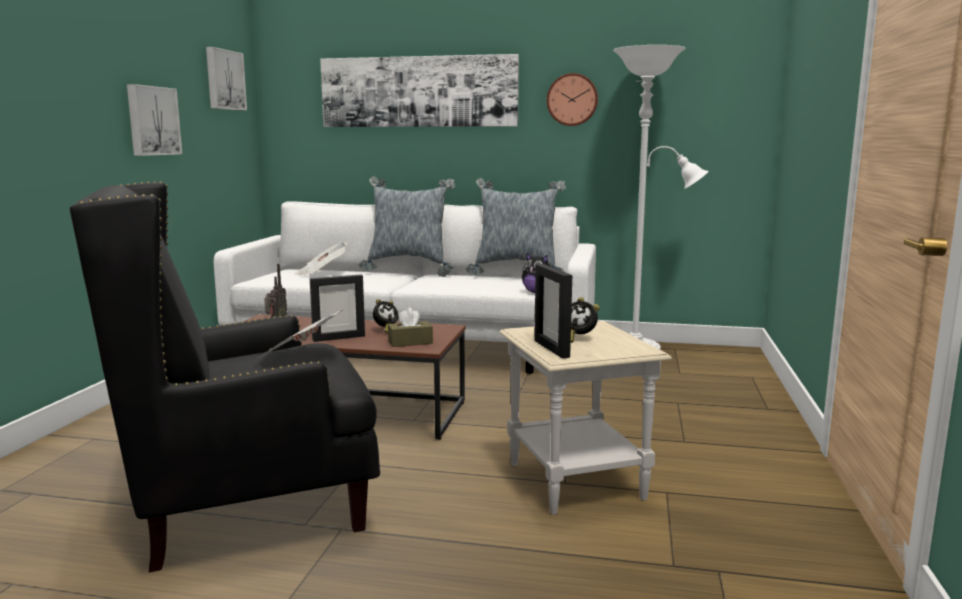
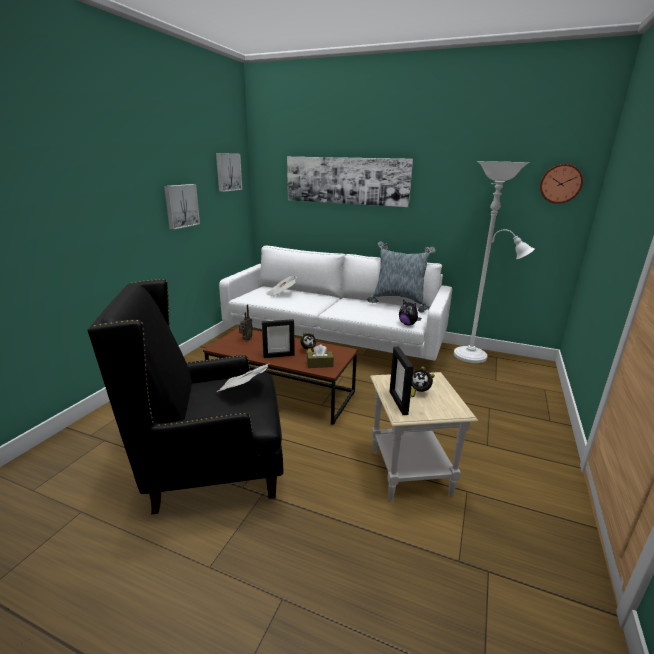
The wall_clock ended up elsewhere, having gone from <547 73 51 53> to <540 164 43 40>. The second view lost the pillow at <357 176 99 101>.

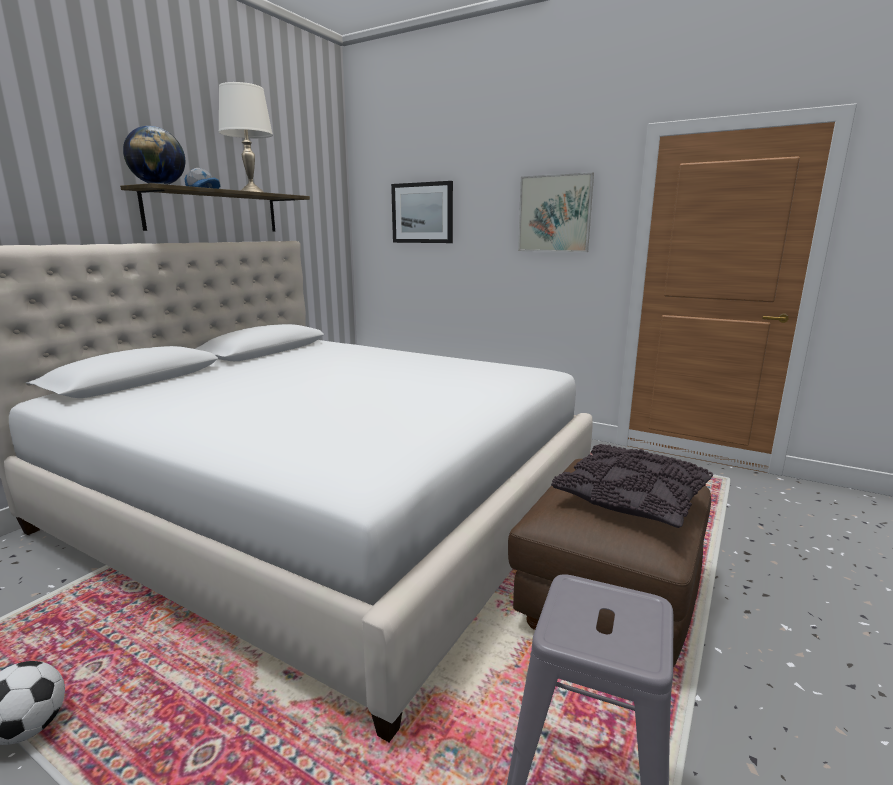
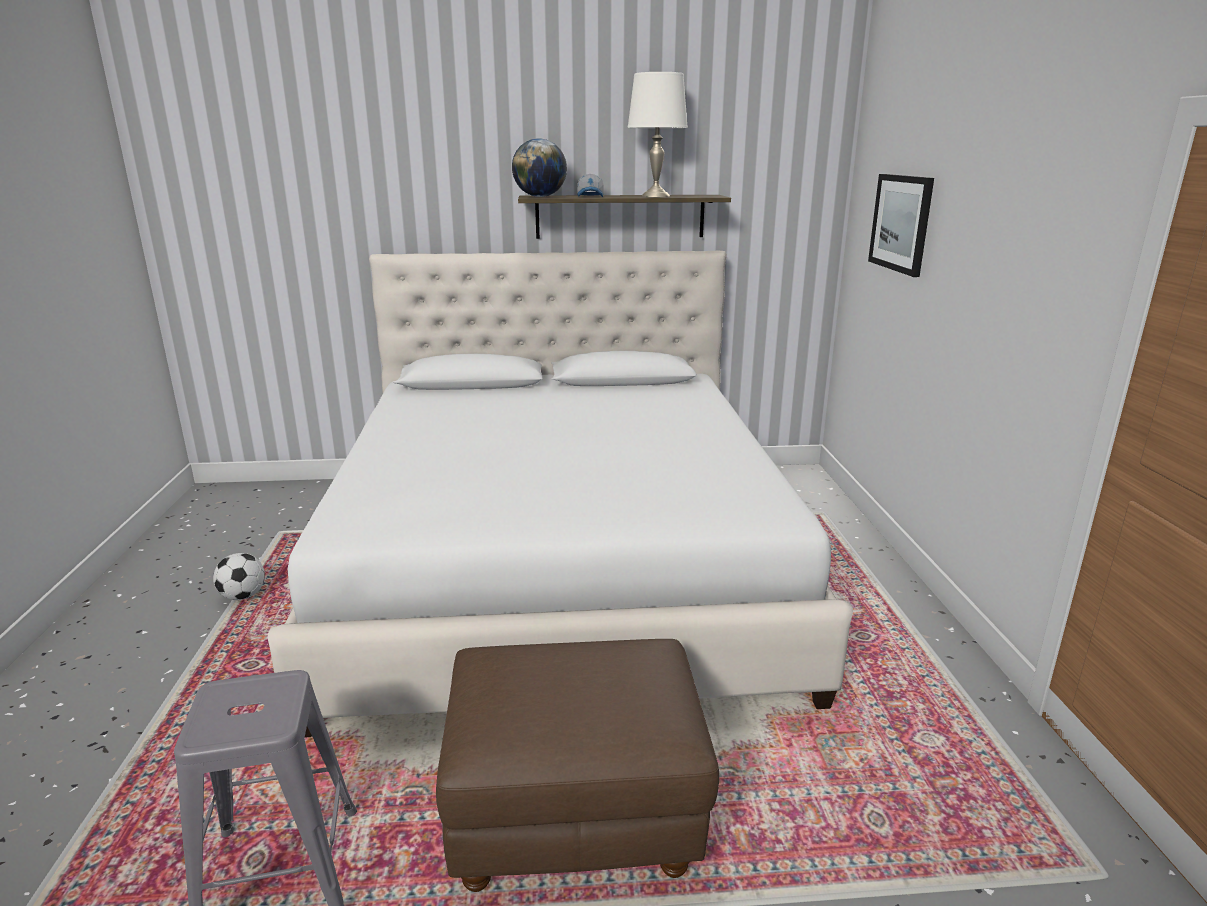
The second view lost the picture at <518 173 76 79>. The second view lost the black_pillow at <551 444 162 84>.

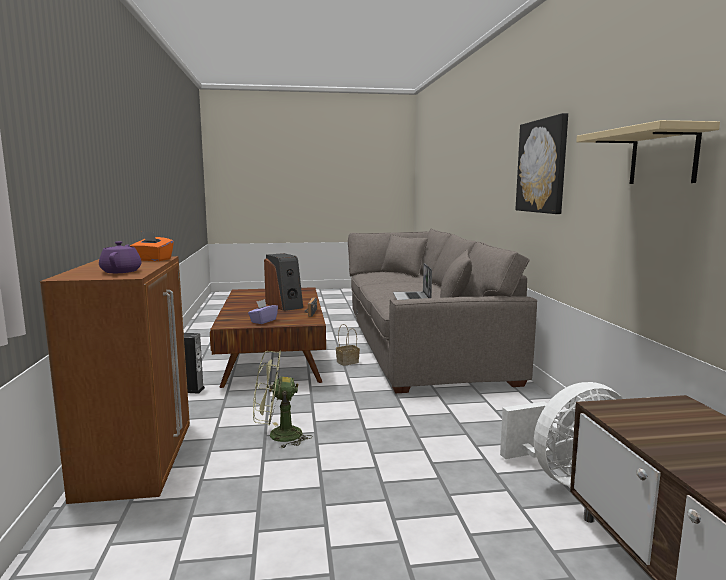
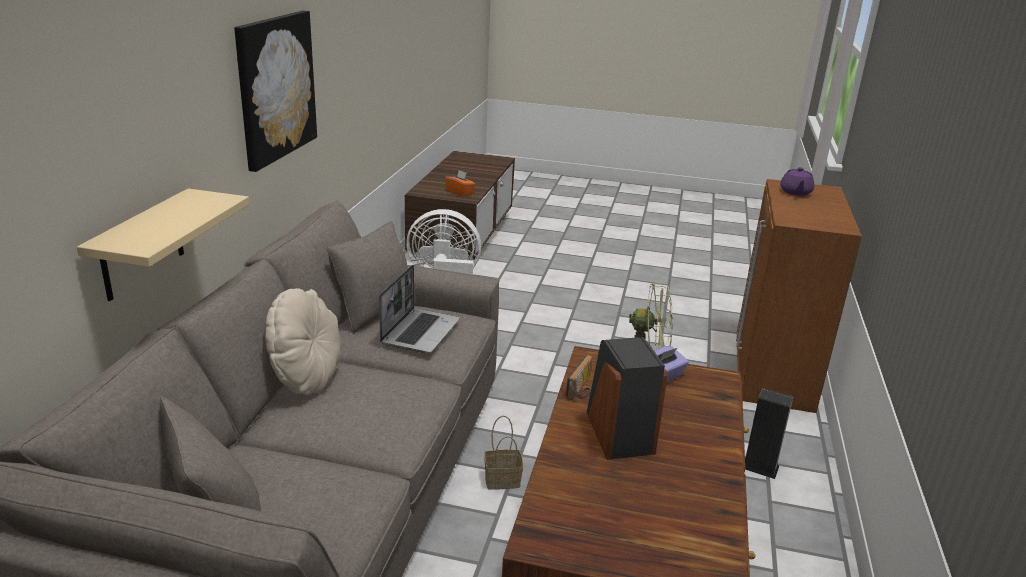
The beige_shelf ended up elsewhere, having gone from <576 120 144 64> to <77 188 172 113>. The orange_tissue_box ended up elsewhere, having gone from <130 232 44 29> to <445 170 31 26>. The second view gained the beige_pillow at <265 288 76 107>.

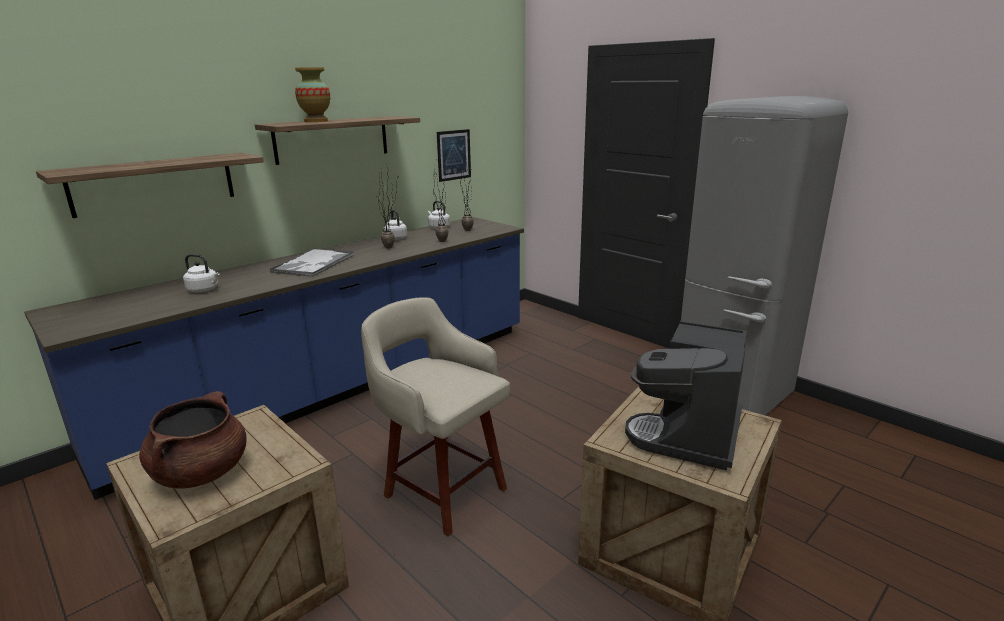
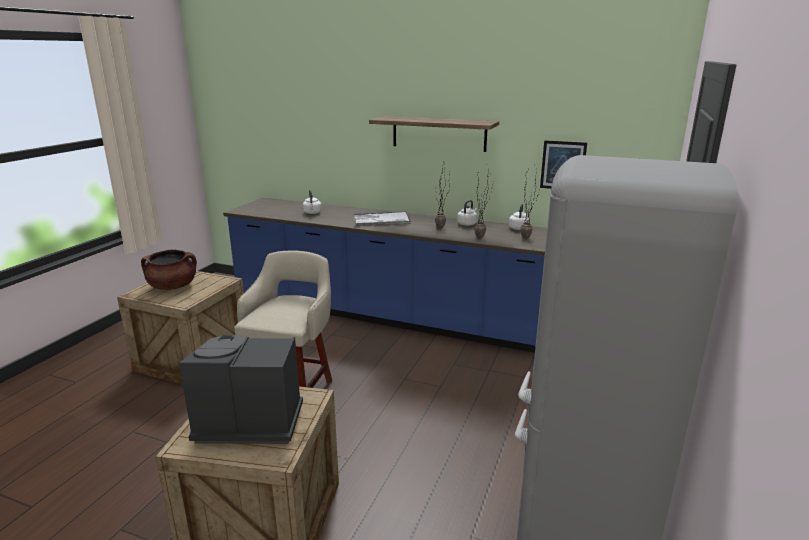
The second view lost the vase at <295 67 35 55>. The second view lost the shelf at <36 153 228 65>.

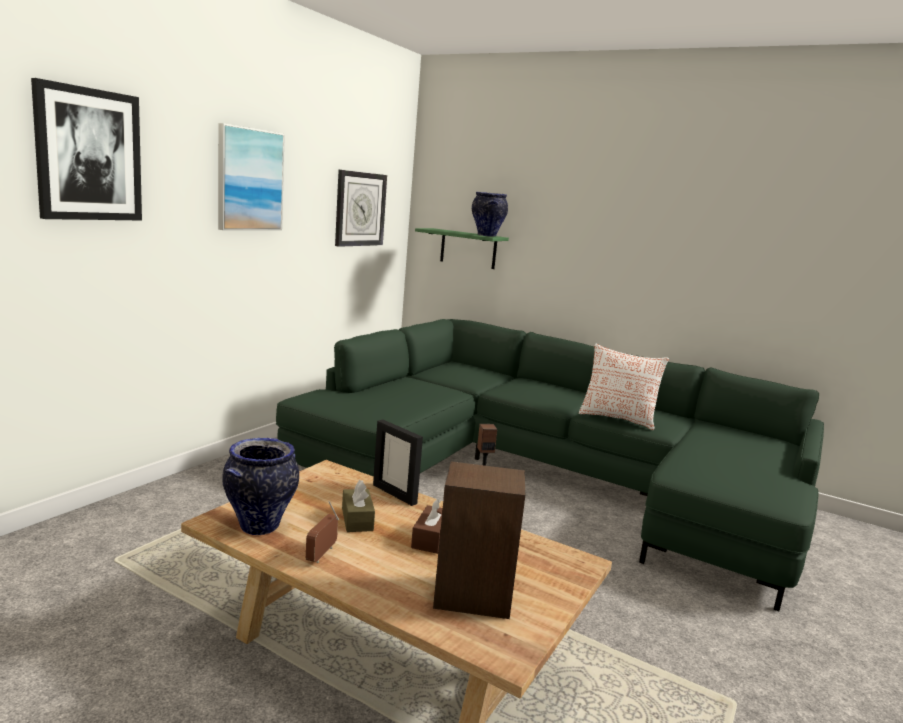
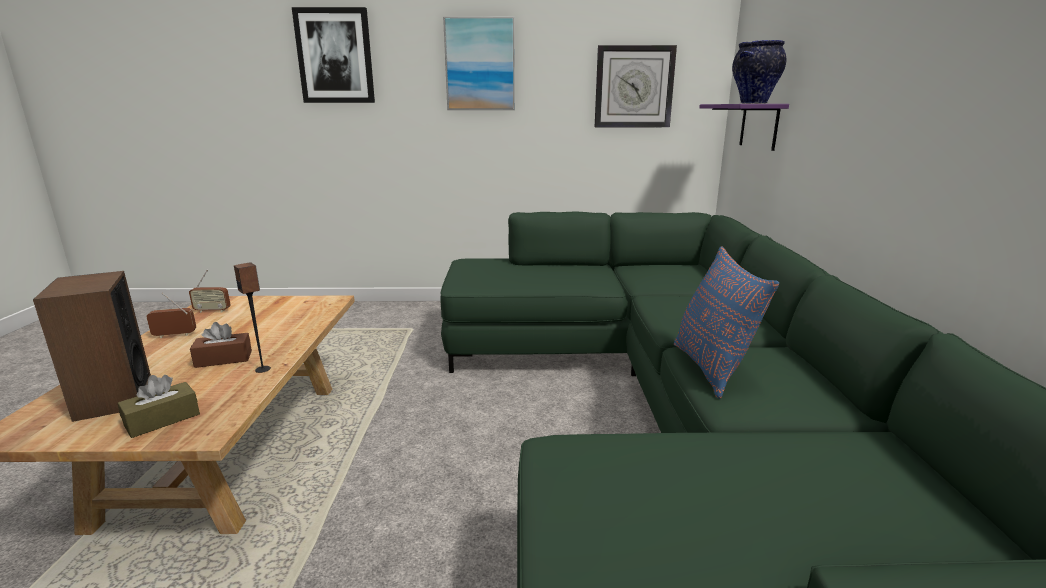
What was the green_shelf at <415 228 94 41> turned into the purple_shelf at <699 104 90 47>. What was the white_pillow at <579 344 90 86> turned into the blue_pillow at <674 246 105 153>. The second view lost the picture_frame at <373 419 50 87>. Where the vase stood at <222 438 77 97>, the radio came to stand at <189 270 42 43>. The brown_tissue_box ended up elsewhere, having gone from <342 480 33 52> to <118 375 82 63>.

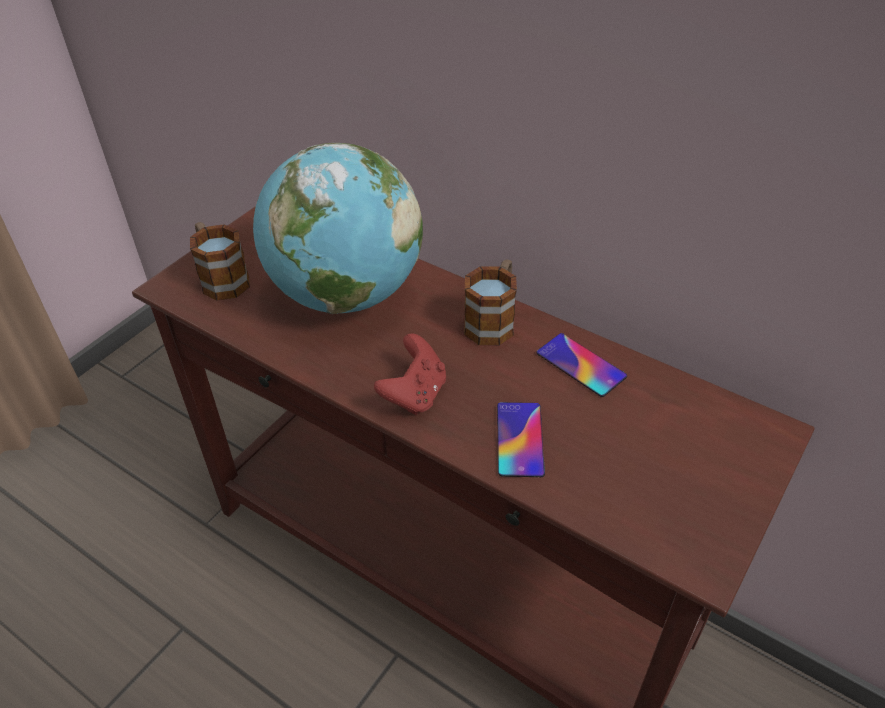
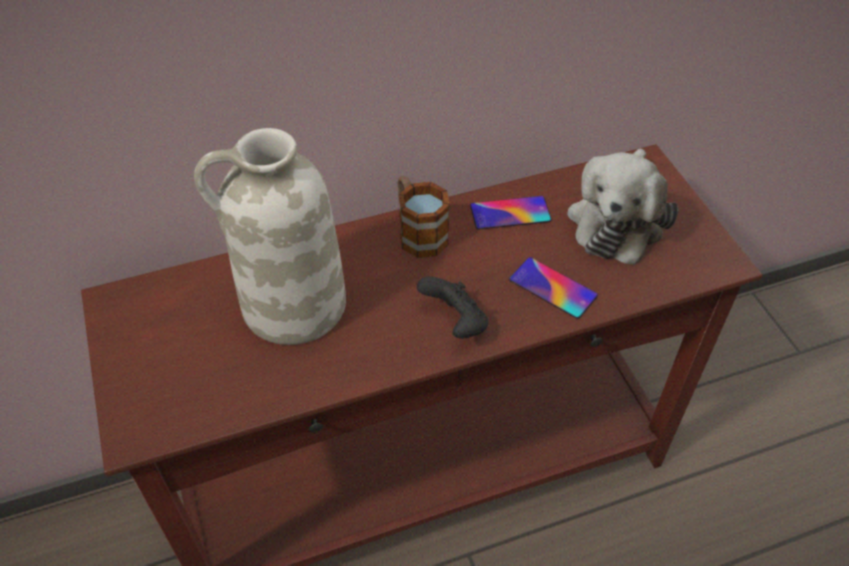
Where the globe stood at <253 143 170 171>, the white_vase came to stand at <194 128 152 217>. The second view lost the mug at <190 222 60 78>. What was the red_game_controller at <374 334 72 81> turned into the black_game_controller at <417 276 71 63>. The second view gained the plush_toy at <567 148 112 117>.

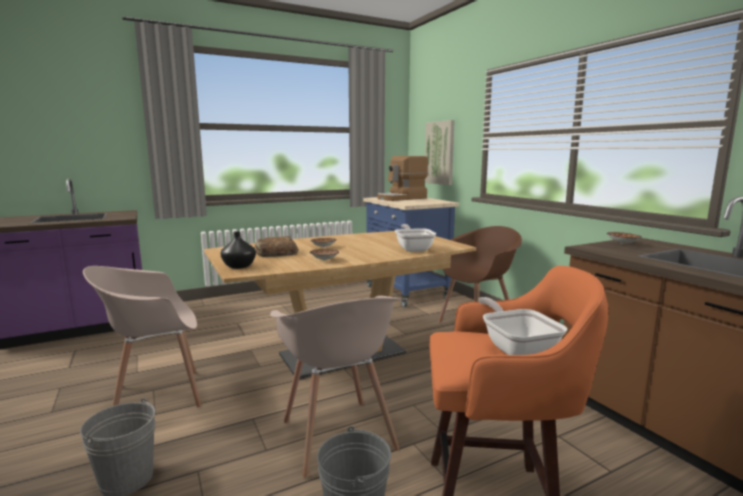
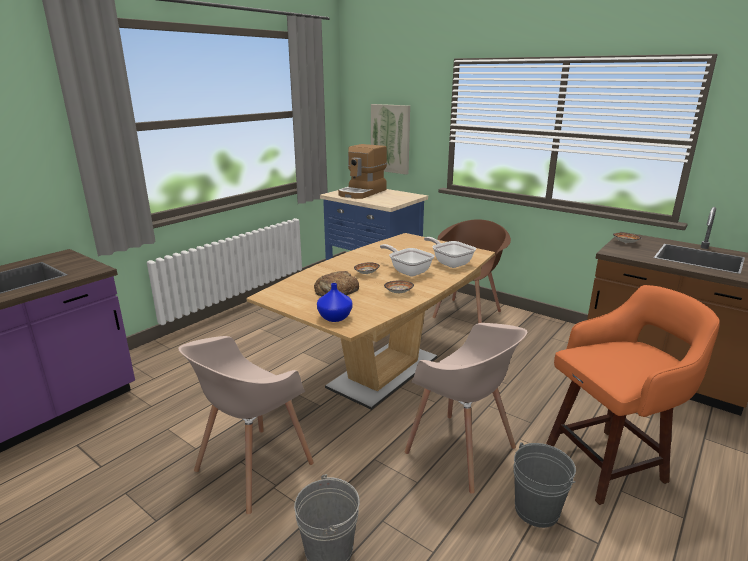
What was the black_vase at <221 231 35 38> turned into the blue_vase at <317 283 35 39>. The frying_pan ended up elsewhere, having gone from <478 297 90 58> to <380 244 55 33>.

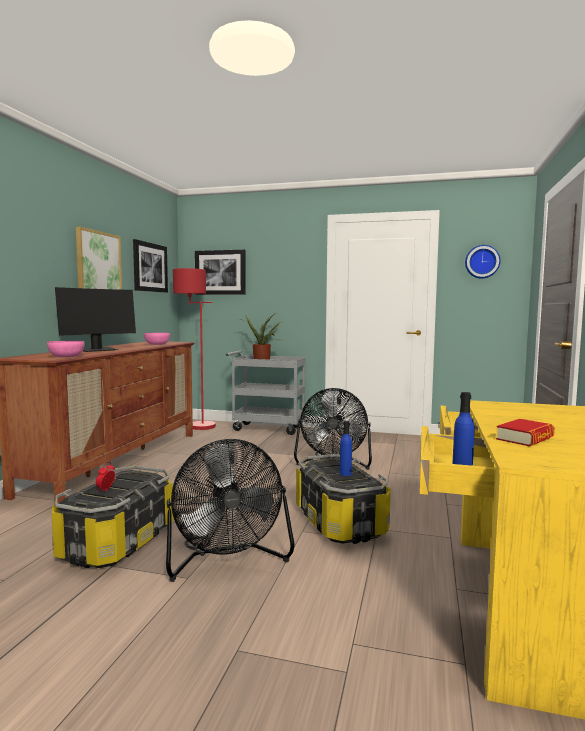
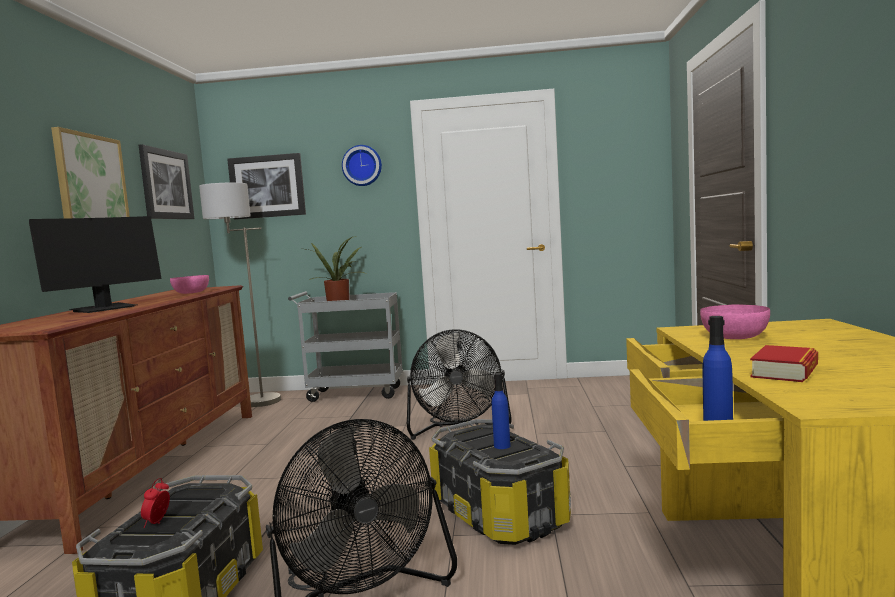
The wall_clock ended up elsewhere, having gone from <465 245 35 34> to <342 145 40 41>. What was the red_floor_lamp at <173 268 43 162> turned into the grey_floor_lamp at <199 182 82 225>. The pink_bowl ended up elsewhere, having gone from <47 341 38 16> to <700 304 70 35>.

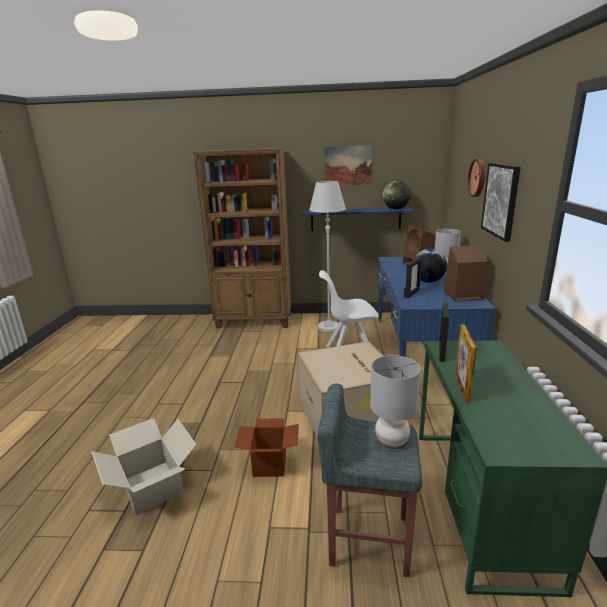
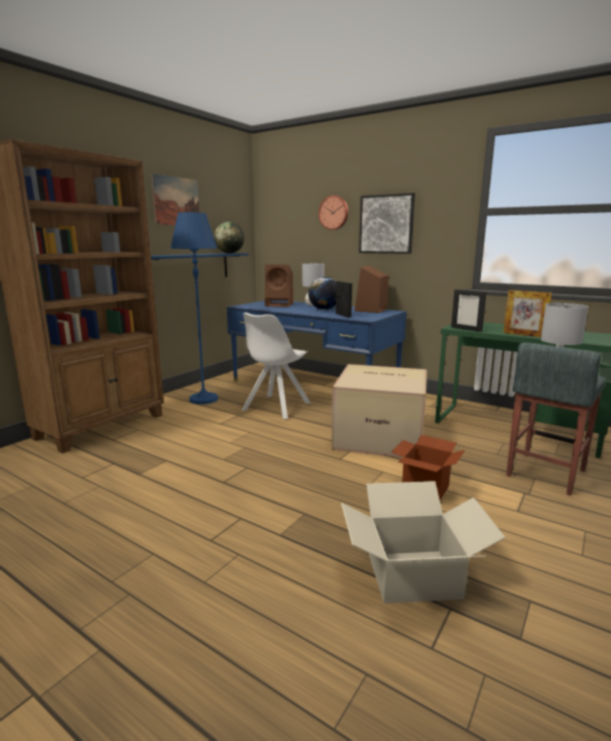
What was the white_floor_lamp at <309 181 37 151> turned into the blue_floor_lamp at <171 212 47 192>.

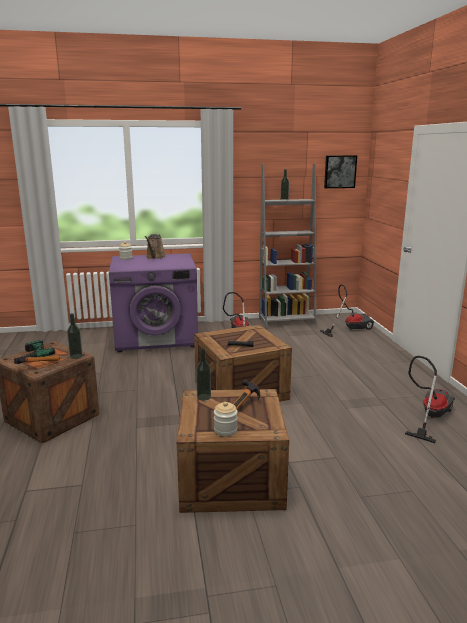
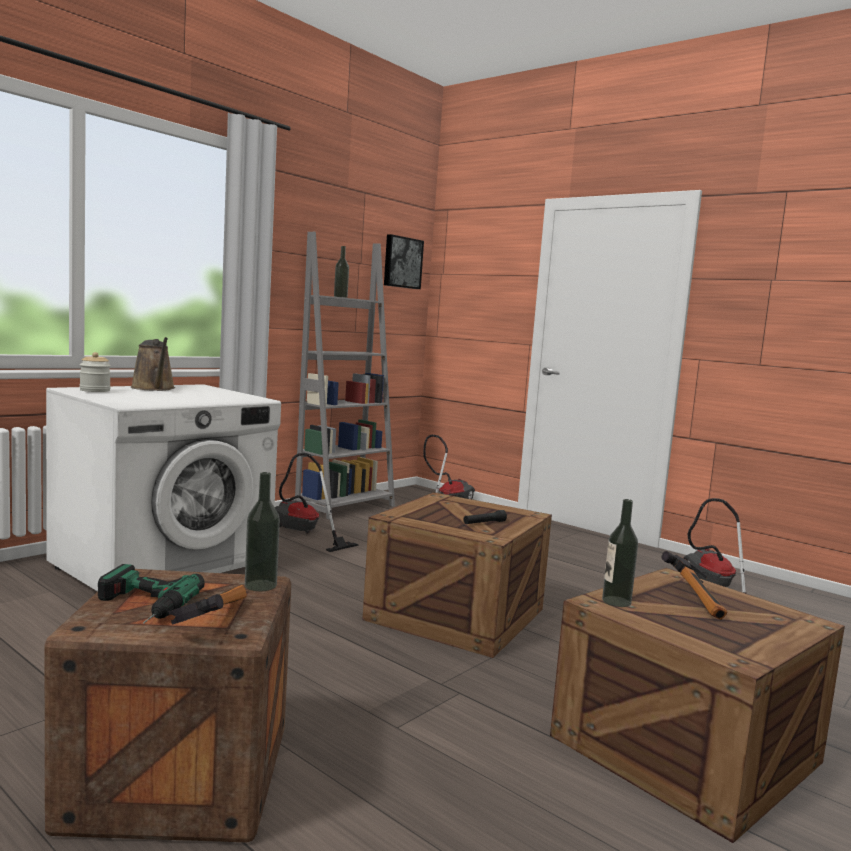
What was the purple_washing_machine at <109 253 89 99> turned into the white_washing_machine at <46 384 235 208>. The second view lost the jar at <214 402 24 34>.

